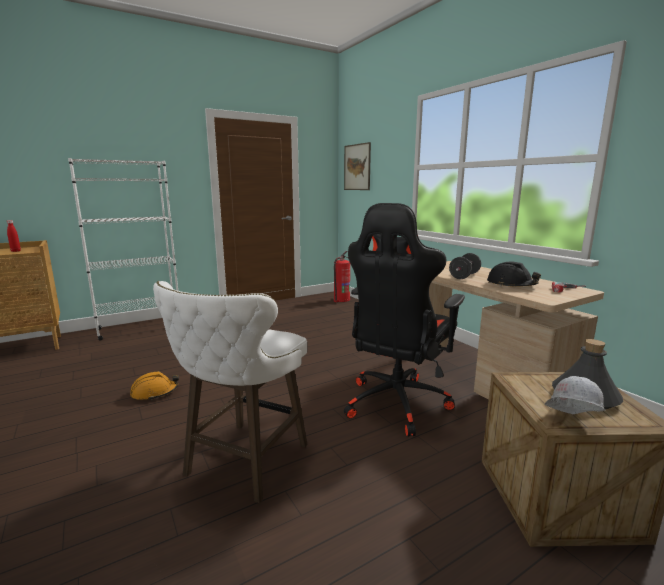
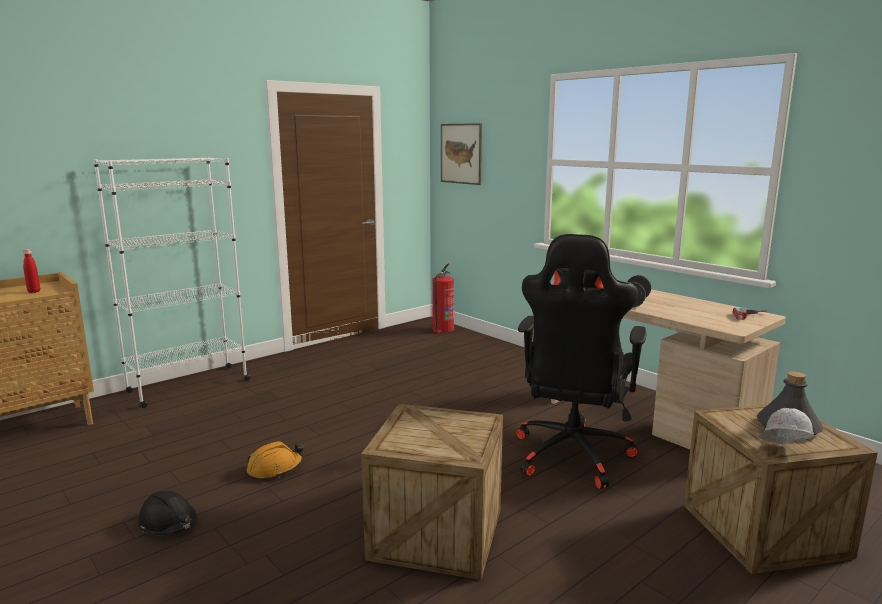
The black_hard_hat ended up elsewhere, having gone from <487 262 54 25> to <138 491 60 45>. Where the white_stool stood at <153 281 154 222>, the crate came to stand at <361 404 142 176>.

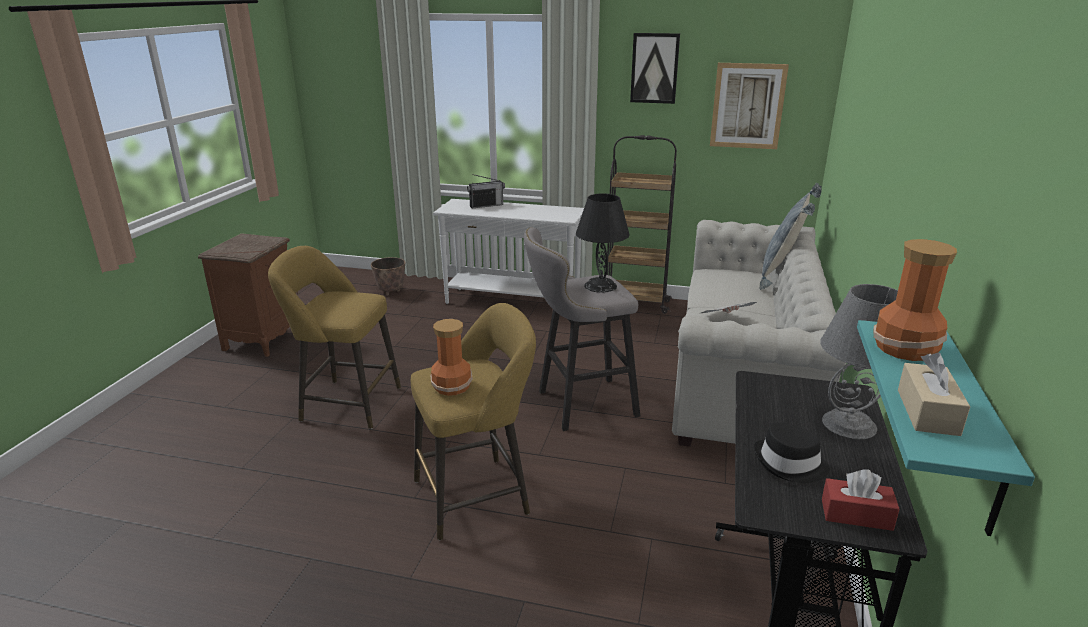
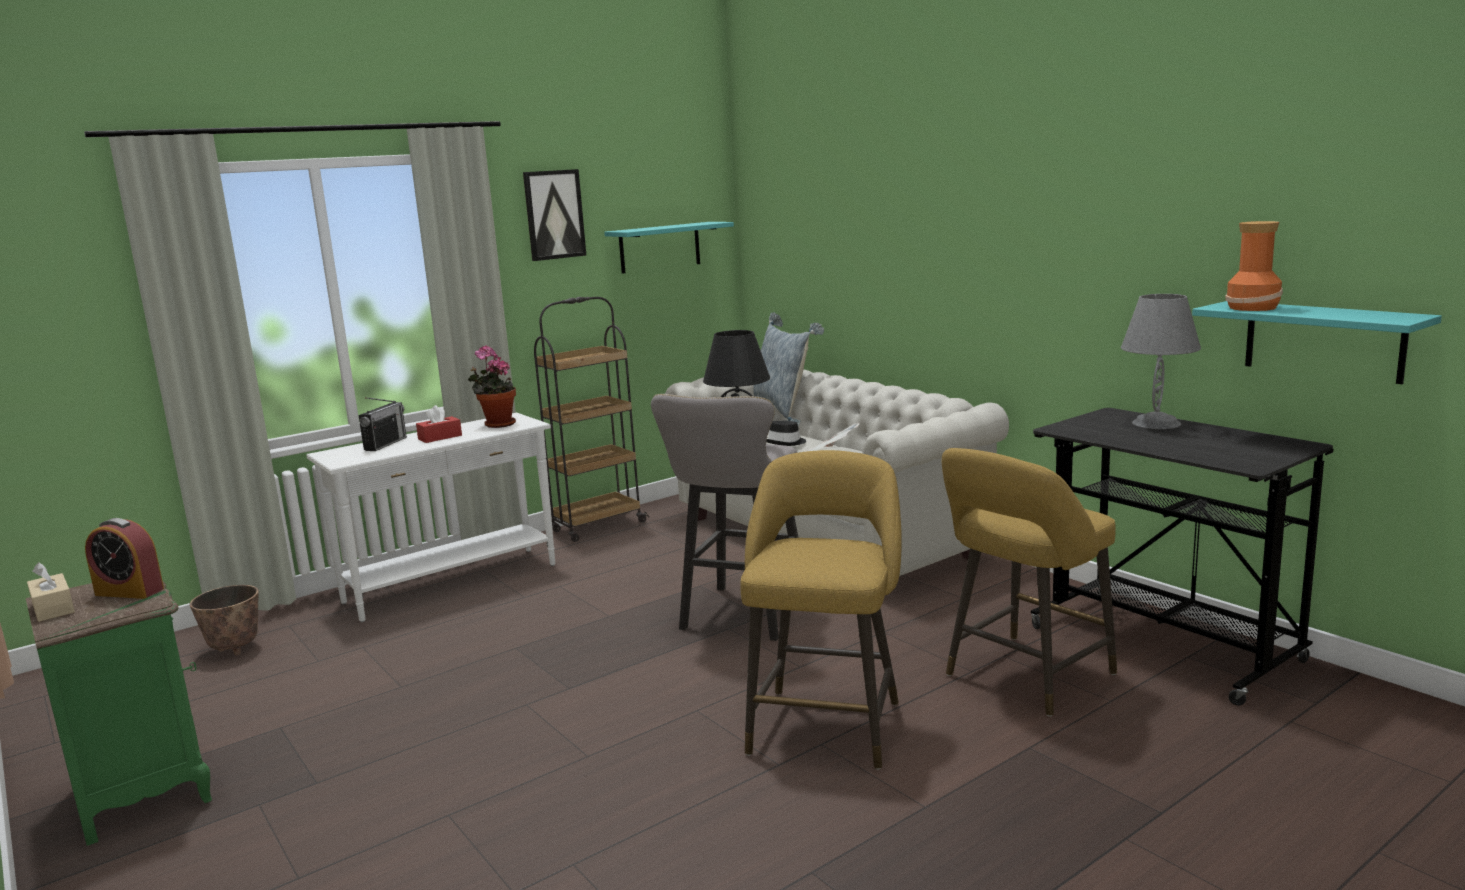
Where the picture hung at <710 63 79 86>, the turquoise_shelf came to hang at <604 222 130 52>. What was the brown_nightstand at <198 233 100 124> turned into the green_nightstand at <26 582 186 264>. The yellow_stool ended up elsewhere, having gone from <268 246 133 183> to <942 448 175 269>. The second view lost the vase at <430 319 43 77>. The beige_tissue_box ended up elsewhere, having gone from <898 353 72 83> to <27 562 48 60>. The black_hat ended up elsewhere, having gone from <754 422 76 61> to <766 421 40 25>. The red_tissue_box ended up elsewhere, having gone from <822 469 78 62> to <416 405 46 38>. The second view gained the potted_plant at <468 345 48 83>. The second view gained the alarm_clock at <85 518 79 81>.

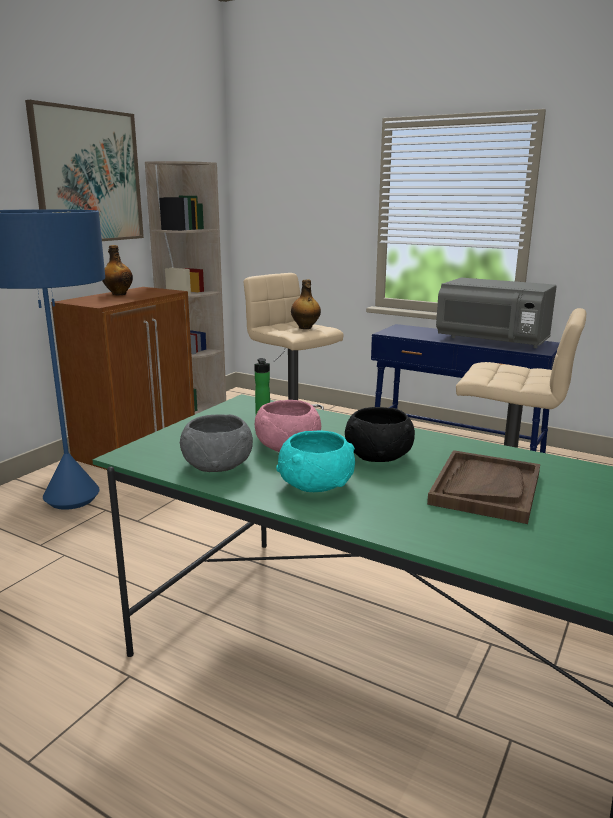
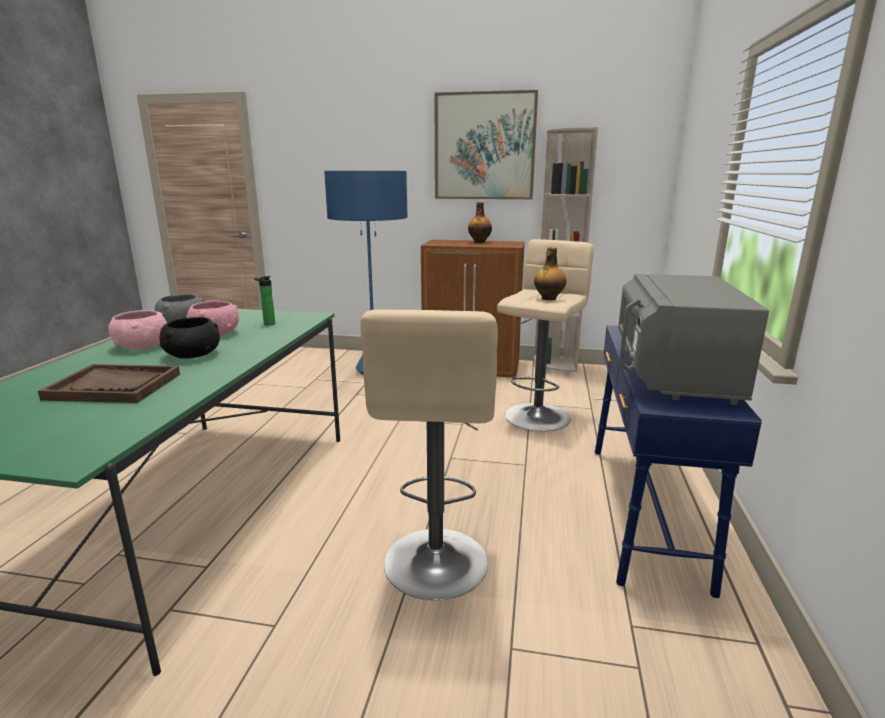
What was the turquoise_bowl at <276 431 79 61> turned into the pink_bowl at <108 310 59 40>.

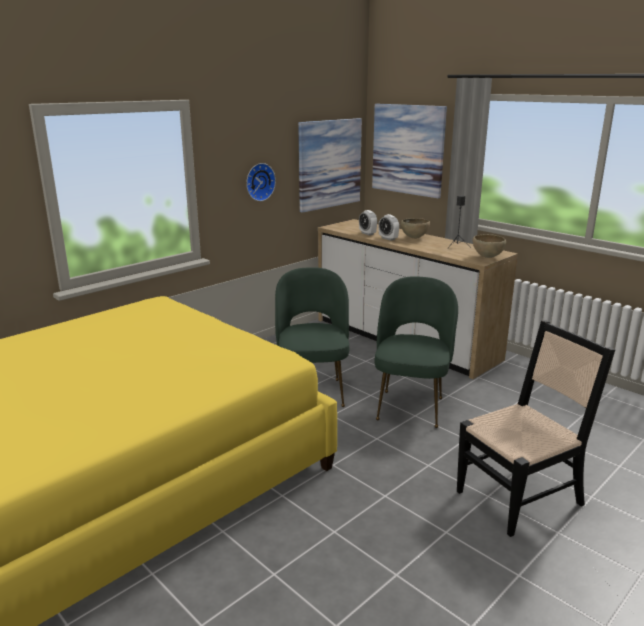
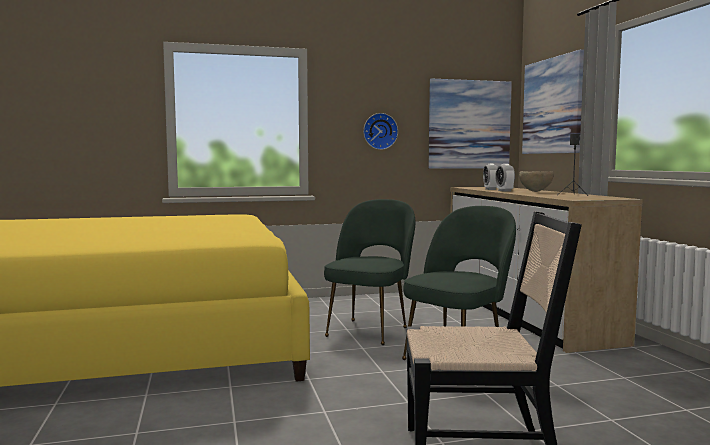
The second view lost the brown_bowl at <473 234 33 24>.

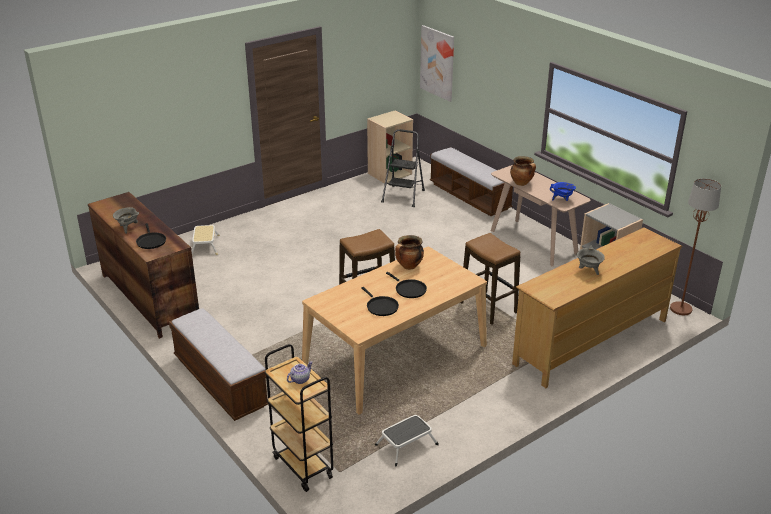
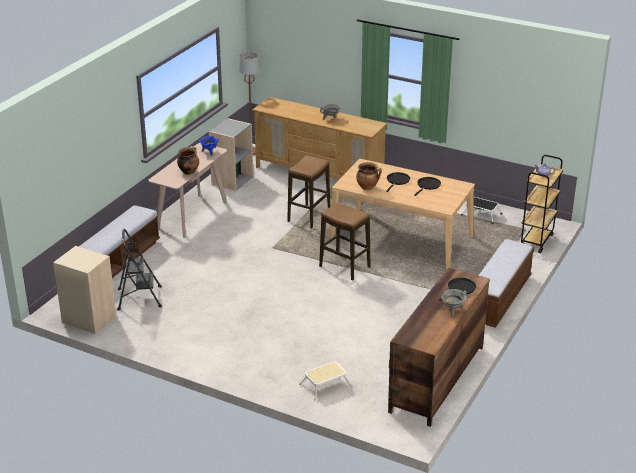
The second view lost the picture at <420 25 34 76>.

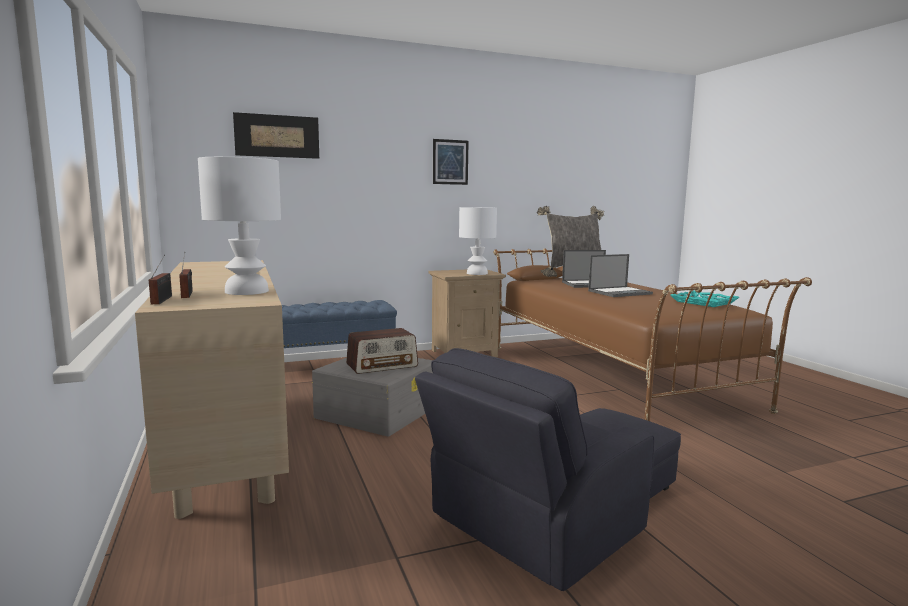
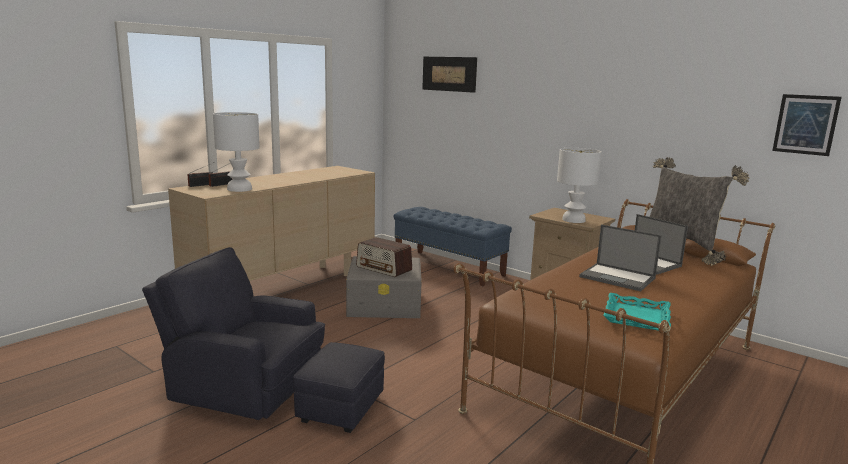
The picture ended up elsewhere, having gone from <433 139 36 46> to <772 94 70 62>.

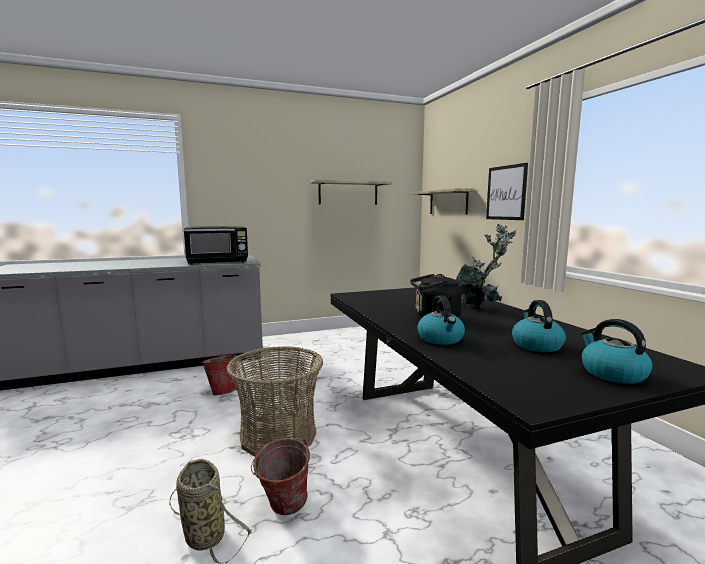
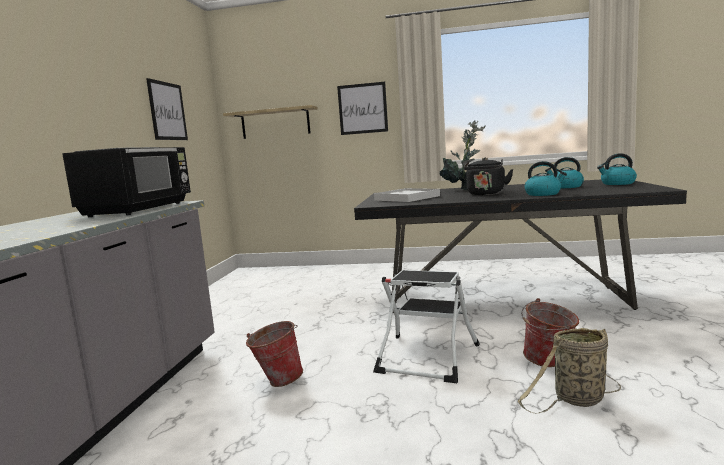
Where the shelf hung at <310 180 82 25>, the picture came to hang at <146 78 42 62>. Where the basket stood at <226 346 97 111>, the step_ladder came to stand at <373 270 107 113>. The second view gained the white_tray at <374 188 66 14>.

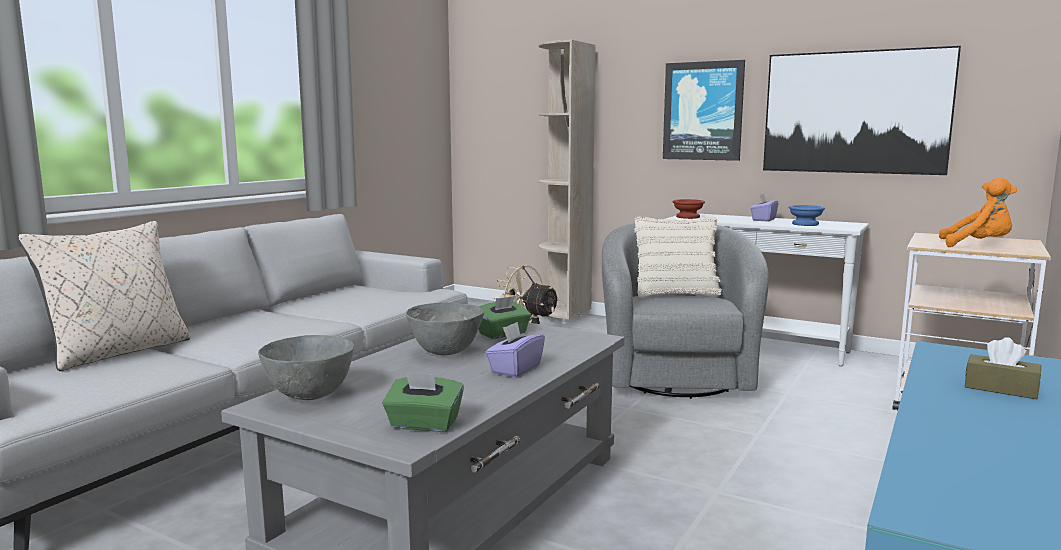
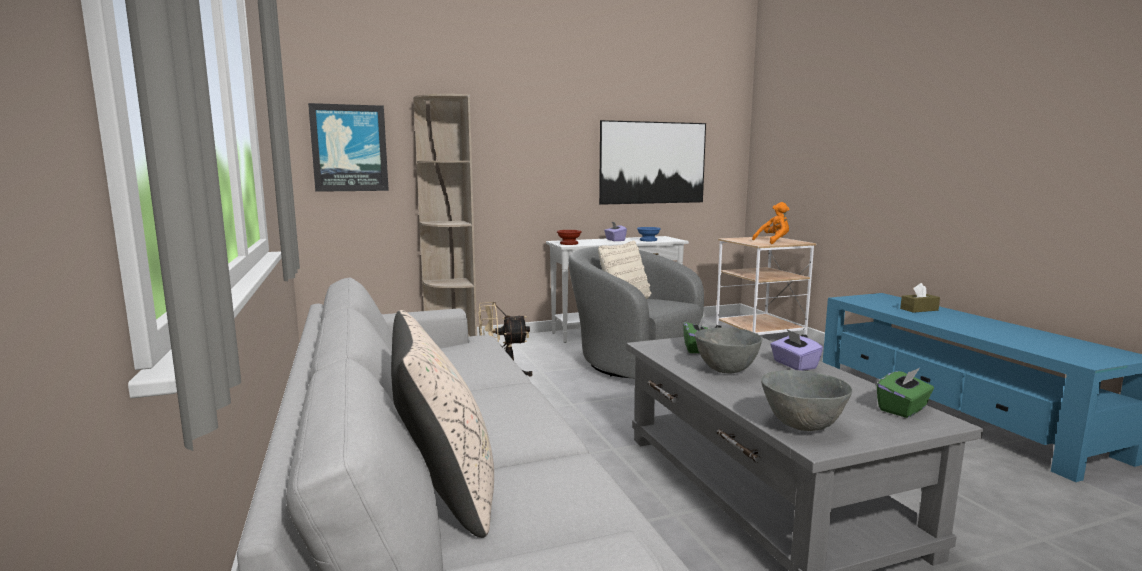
The picture ended up elsewhere, having gone from <663 60 82 101> to <308 103 81 89>.

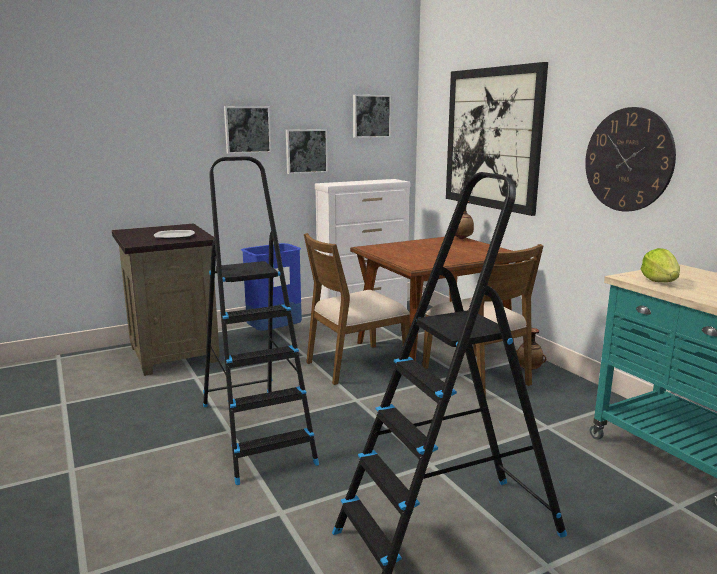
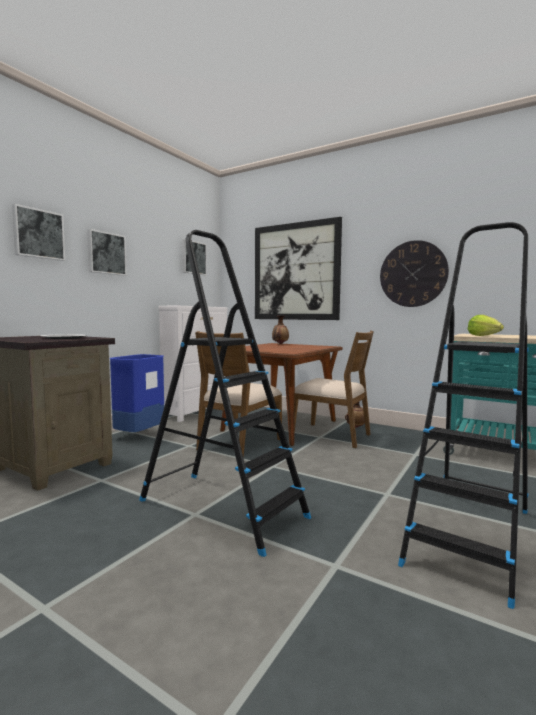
The picture ended up elsewhere, having gone from <286 129 42 45> to <12 204 53 57>.

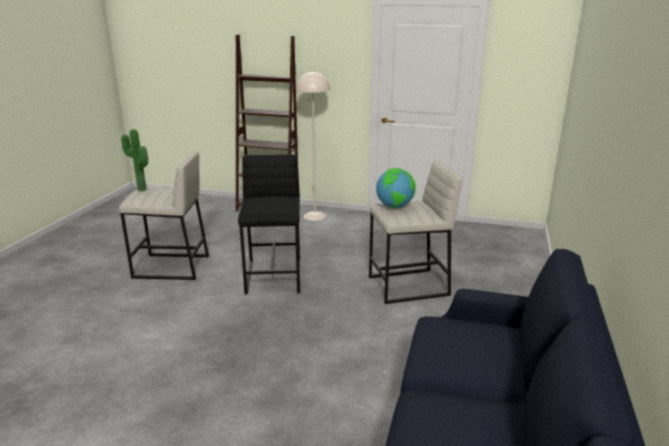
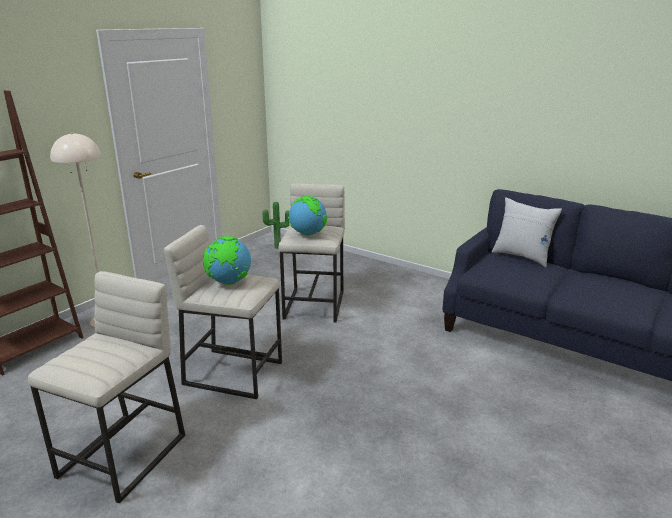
The potted_plant ended up elsewhere, having gone from <121 129 27 62> to <263 202 26 47>. What was the black_stool at <238 154 62 141> turned into the beige_stool at <164 225 118 174>. The second view gained the grey_pillow at <492 197 70 70>. The second view gained the globe at <203 236 48 49>.

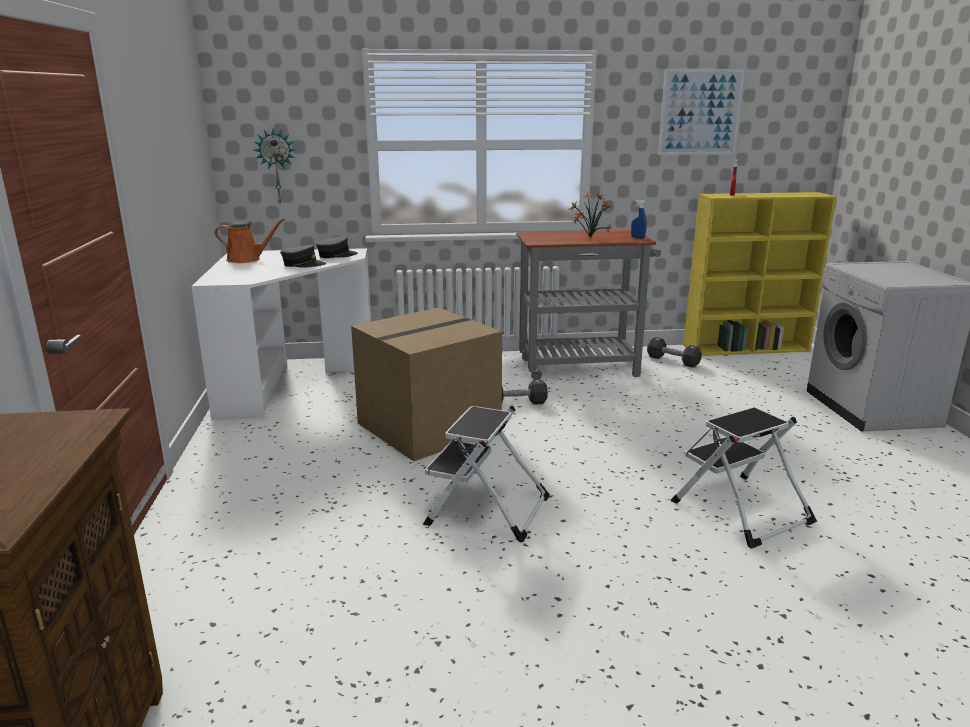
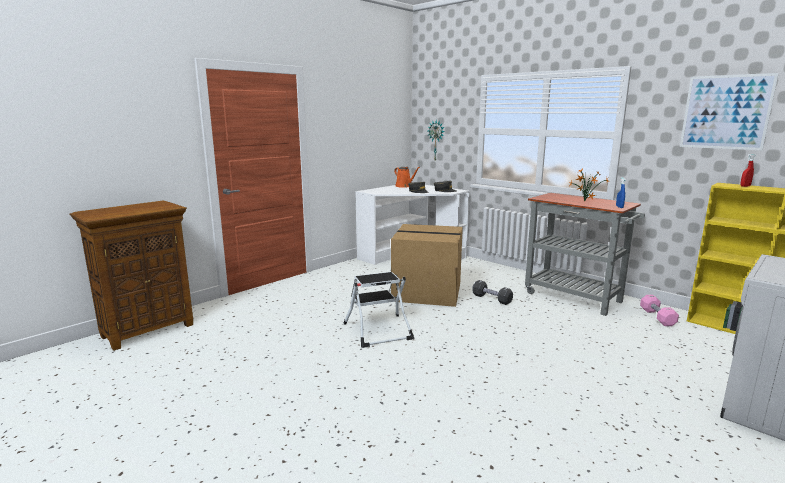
What was the black_dumbbell at <647 337 55 31> turned into the pink_dumbbell at <640 295 39 31>. The second view lost the step_ladder at <671 407 146 142>.

